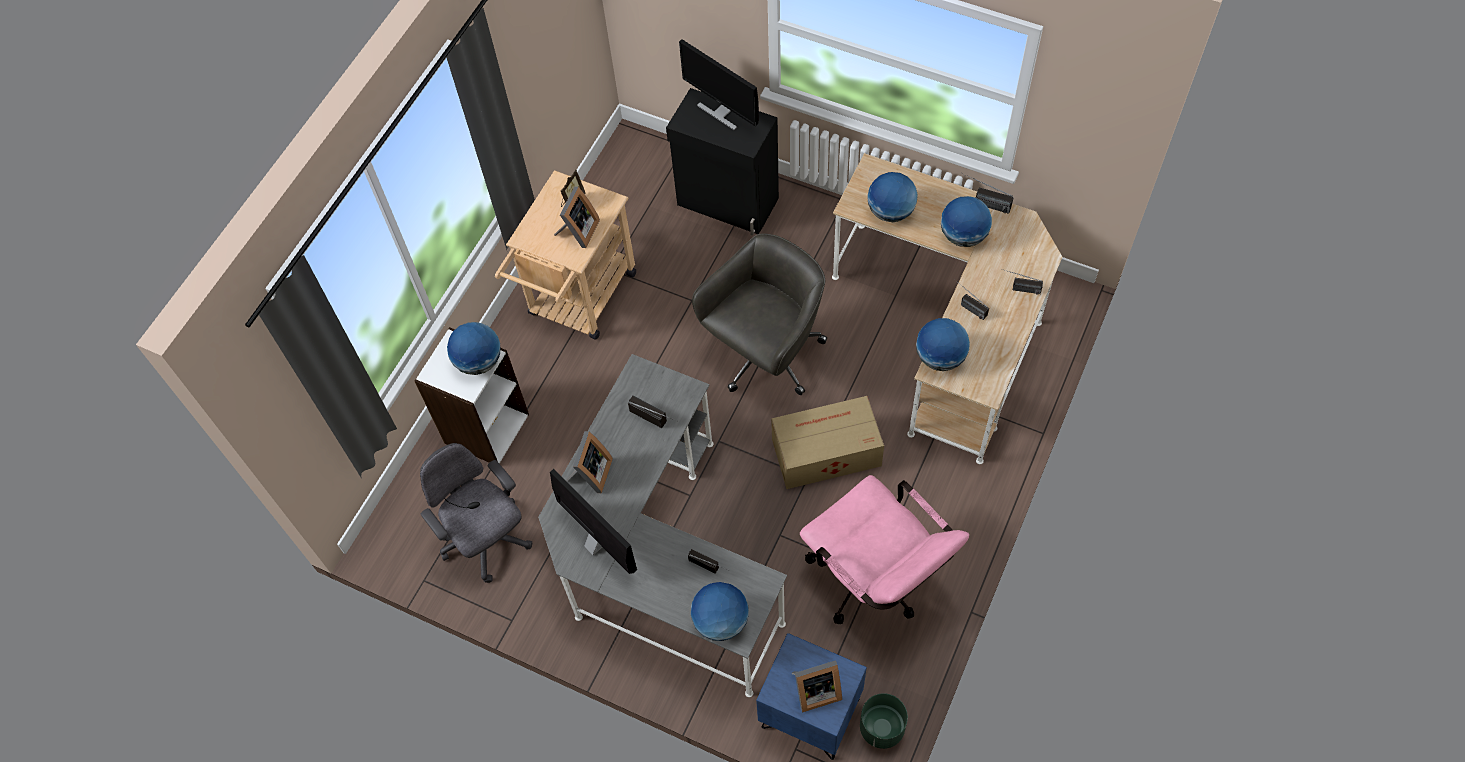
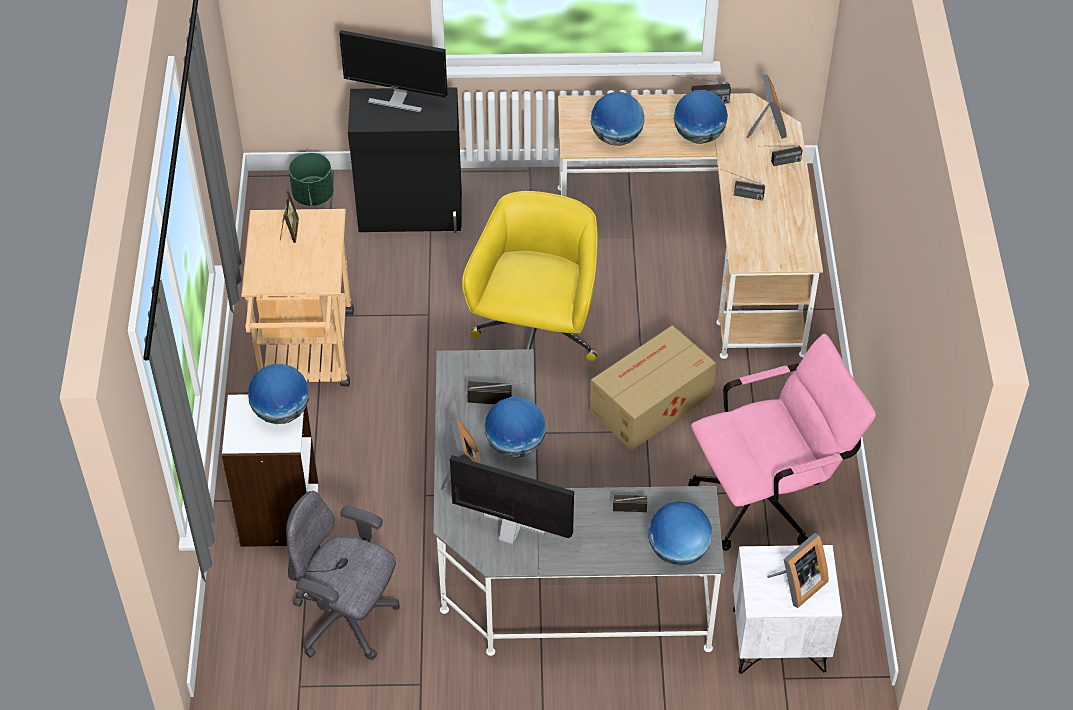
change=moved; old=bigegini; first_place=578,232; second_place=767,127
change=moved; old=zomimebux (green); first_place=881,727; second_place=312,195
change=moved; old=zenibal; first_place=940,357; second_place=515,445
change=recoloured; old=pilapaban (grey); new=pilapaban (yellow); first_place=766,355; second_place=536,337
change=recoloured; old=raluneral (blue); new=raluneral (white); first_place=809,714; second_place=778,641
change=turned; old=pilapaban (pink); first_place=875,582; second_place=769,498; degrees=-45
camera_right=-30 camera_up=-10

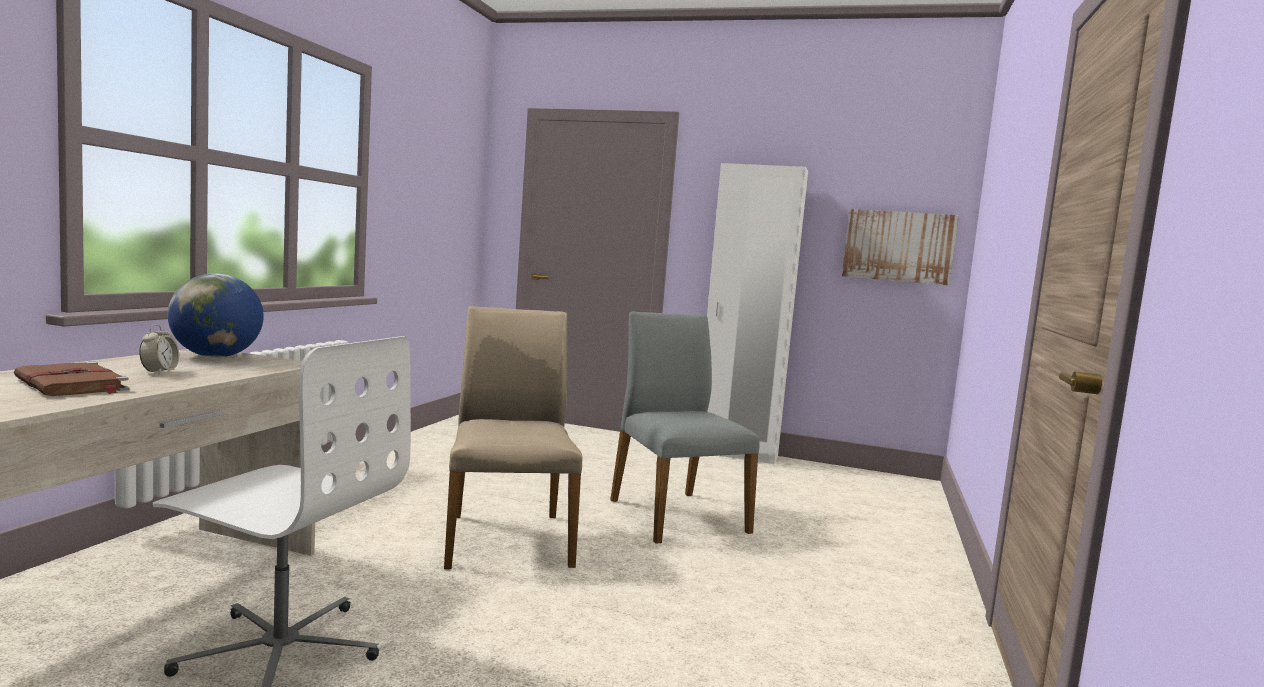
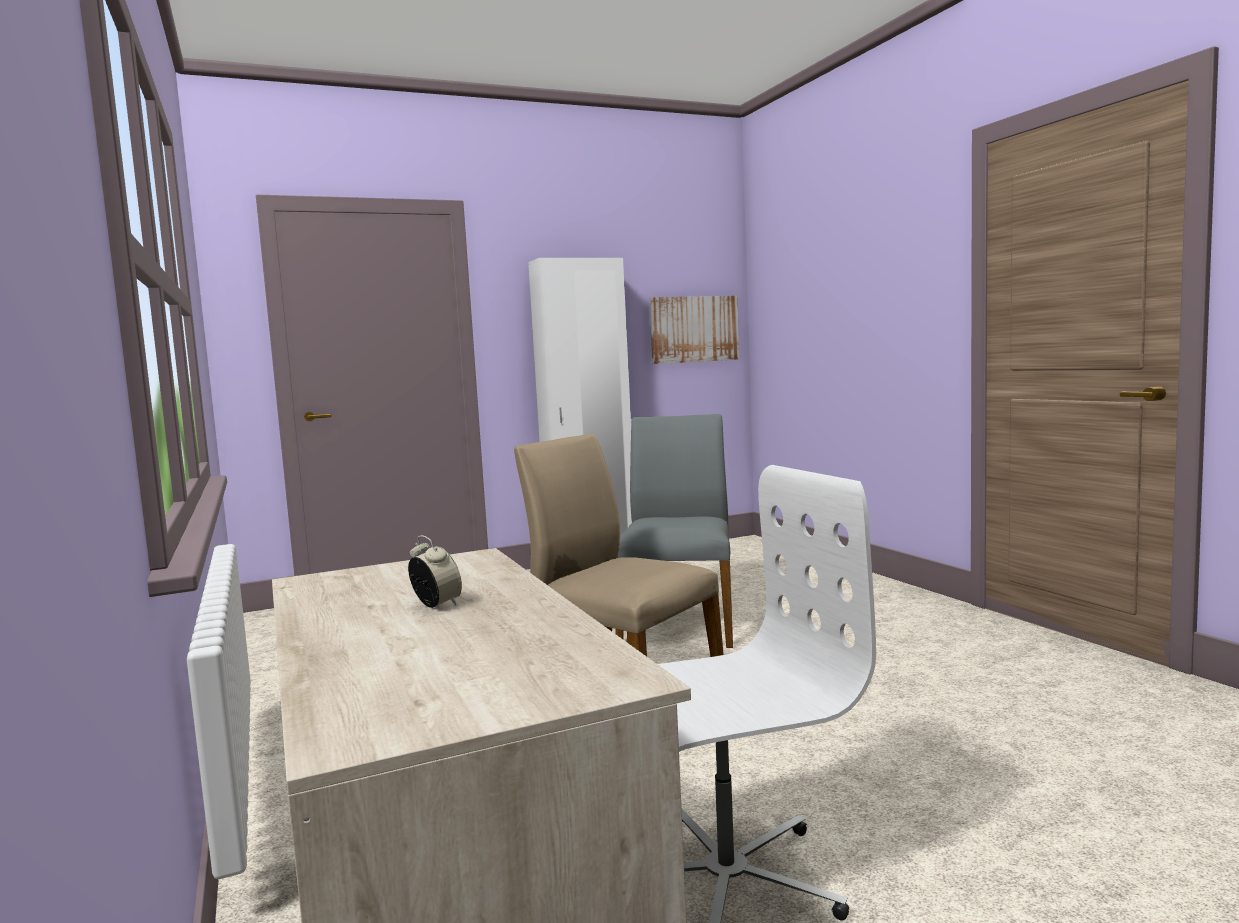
change=removed; old=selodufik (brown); first_place=72,384
change=removed; old=zenibal; first_place=216,356
change=turned; old=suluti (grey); first_place=675,515; second_place=680,625; degrees=75
camera_right=-40 camera_up=0

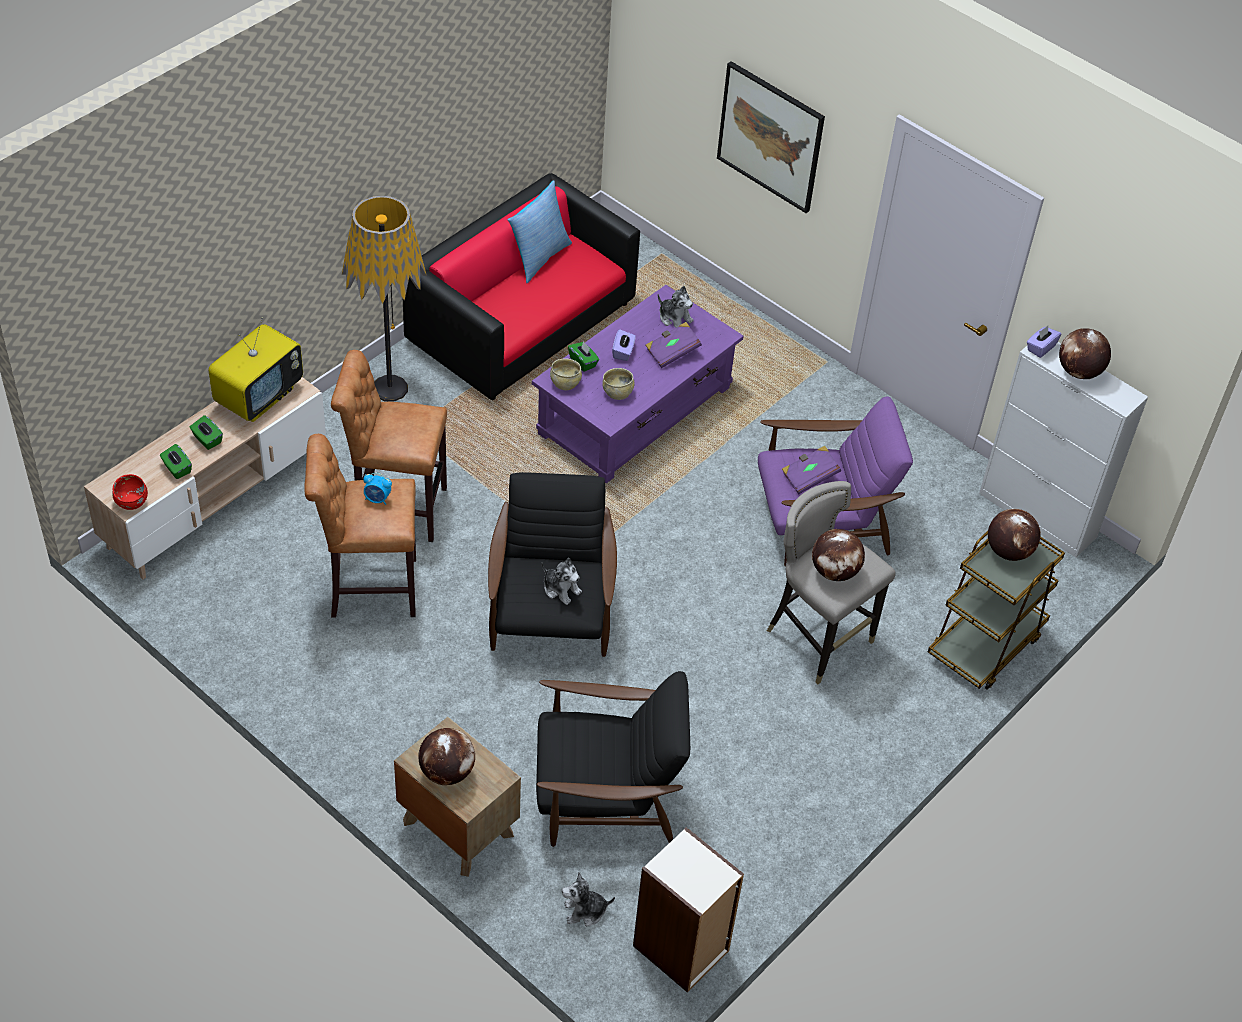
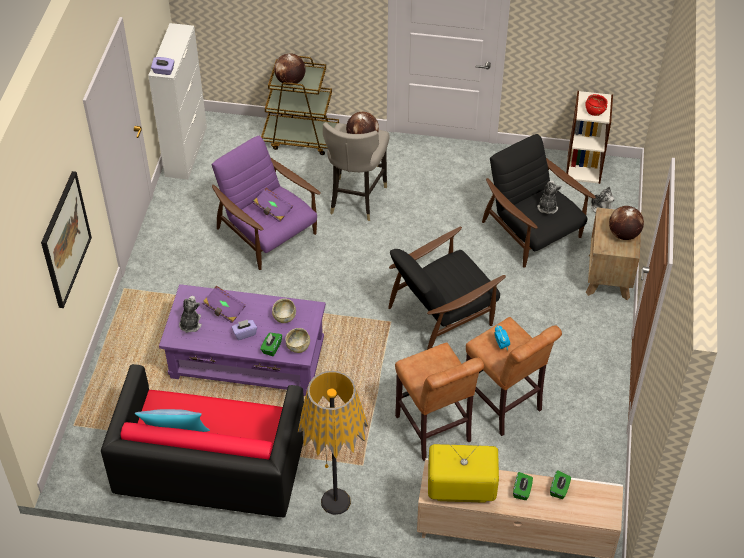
change=removed; old=zenibal; first_place=1079,372
change=moved; old=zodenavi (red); first_place=131,502; second_place=595,111
change=moved; old=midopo; first_place=561,589; second_place=547,207
camera_right=-120 camera_up=0

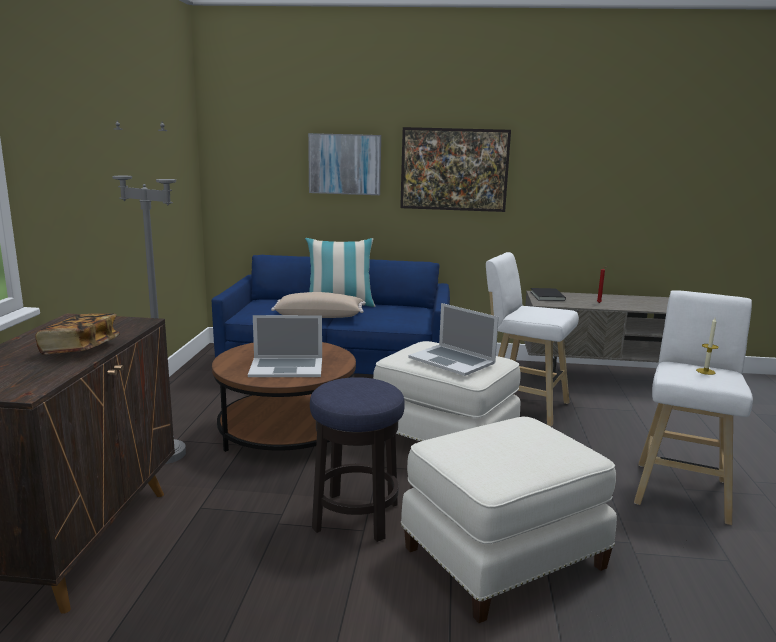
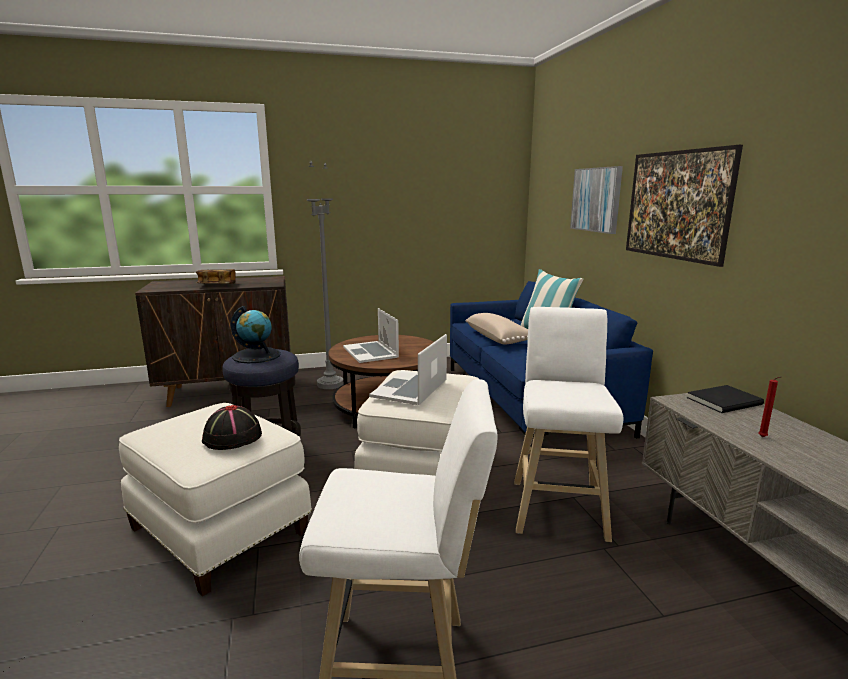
change=removed; old=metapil; first_place=705,371
change=added; new=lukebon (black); second_place=232,437
change=added; new=zenibal; second_place=257,355
camera_right=70 camera_up=0

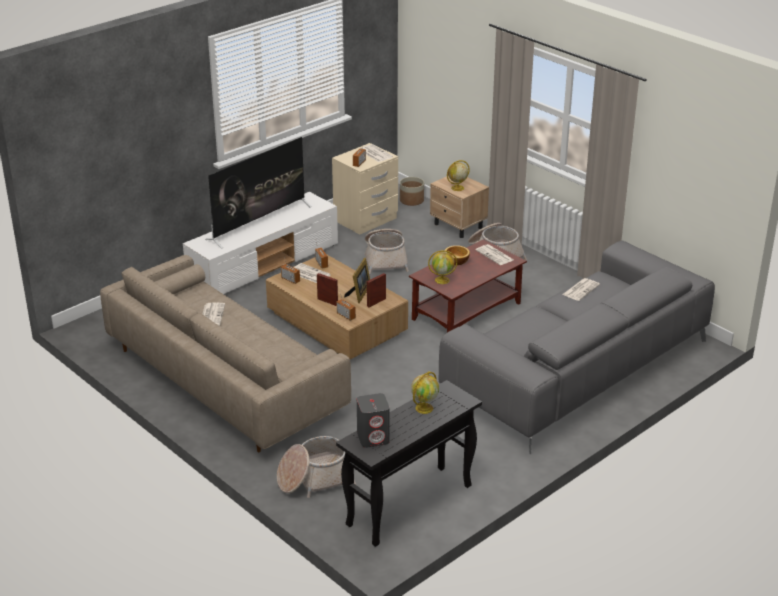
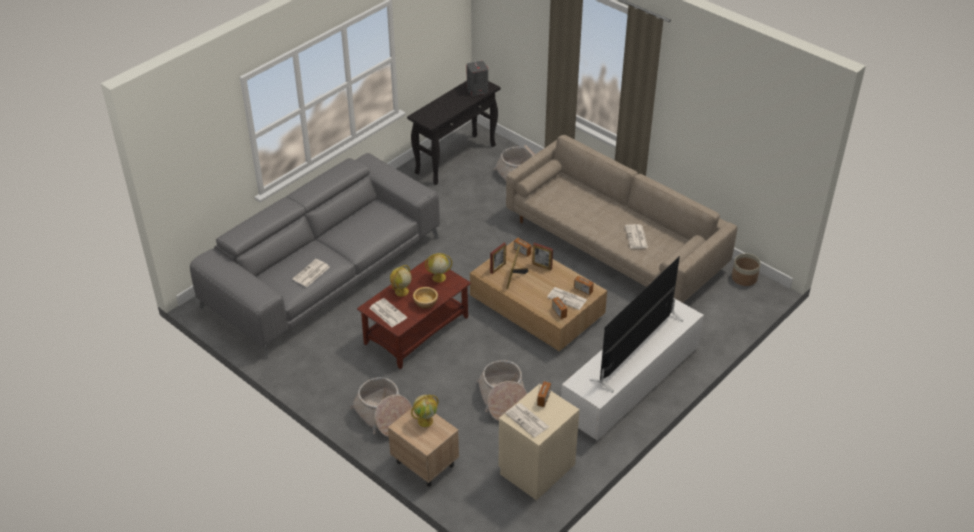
change=moved; old=zomimebux; first_place=411,200; second_place=744,278
change=moved; old=zenibal; first_place=424,408; second_place=401,292
camera_right=175 camera_up=10

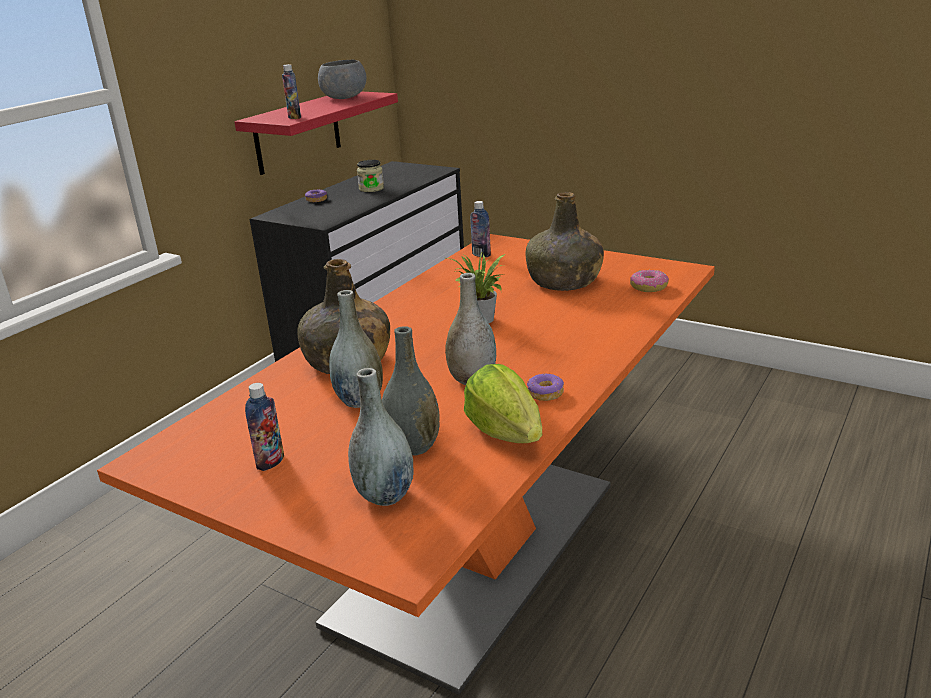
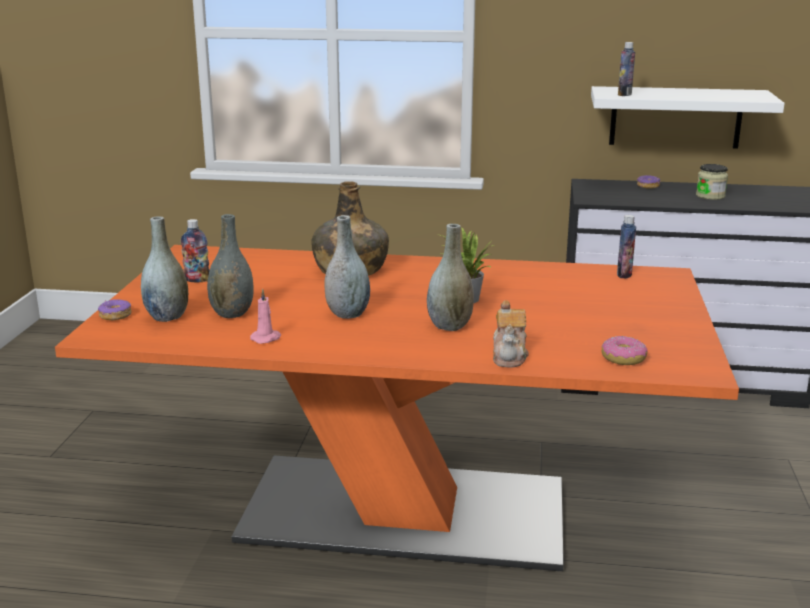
change=removed; old=zodenavi (grey); first_place=343,97
change=removed; old=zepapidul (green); first_place=564,282
change=added; new=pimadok; second_place=509,356
change=moved; old=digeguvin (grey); first_place=359,400; second_place=449,326
change=moved; old=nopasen; first_place=545,393; second_place=115,315
change=replaced; old=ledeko; new=metapil (pink); first_place=505,432; second_place=266,338
change=recoloured; old=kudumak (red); new=kudumak (white); first_place=297,132; second_place=675,117
camera_right=65 camera_up=-5

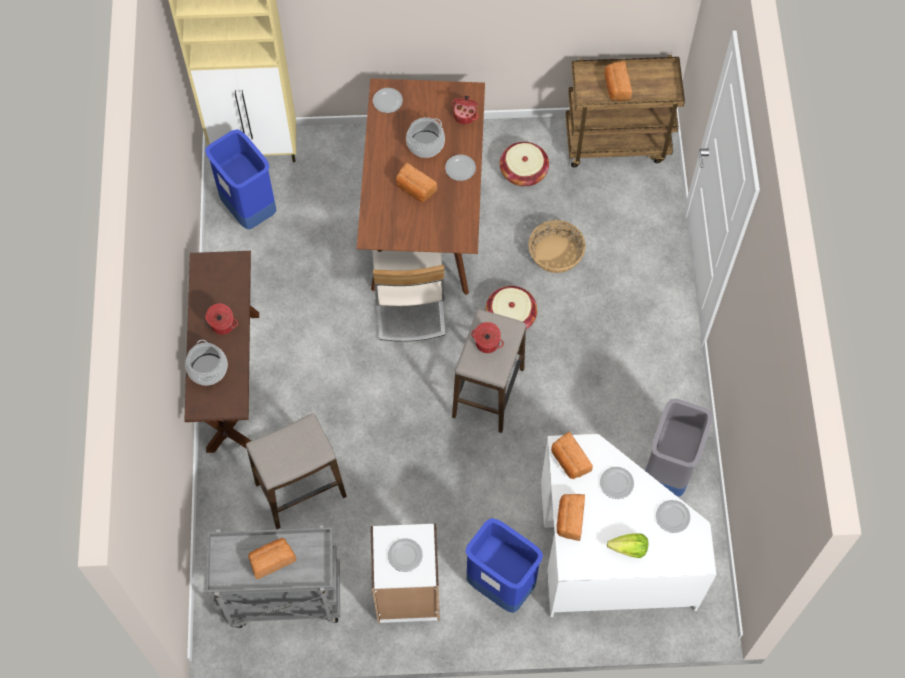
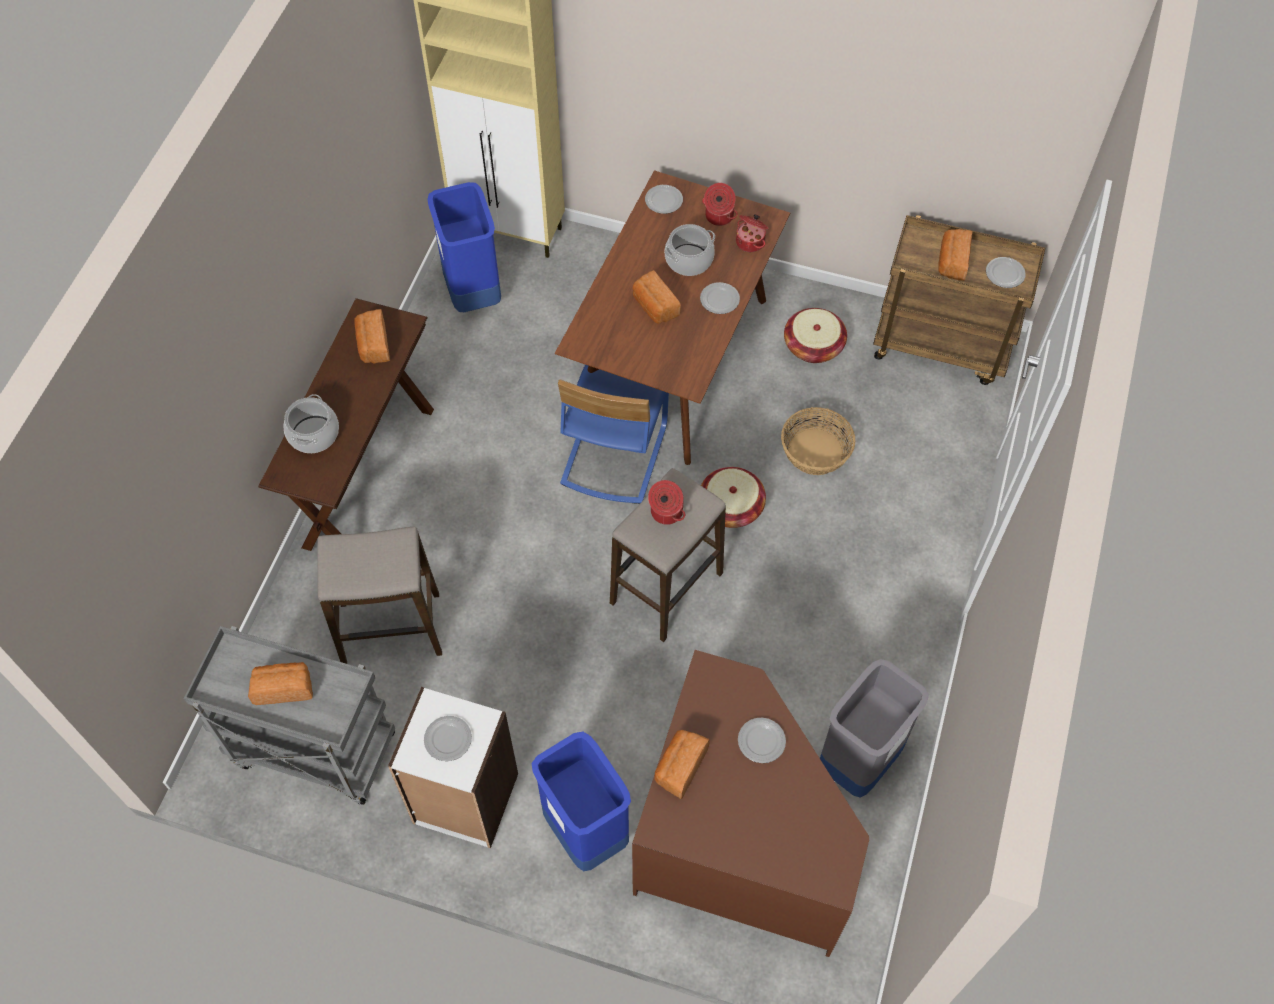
change=removed; old=ledeko; first_place=629,549
change=moved; old=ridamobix; first_place=222,325; second_place=718,216
change=moved; old=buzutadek; first_place=569,461; second_place=373,345
change=moved; old=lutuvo; first_place=672,517; second_place=1005,274
change=recoloured; old=suluti (beige); new=suluti (blue); first_place=409,304; second_place=613,454
change=recoloured; old=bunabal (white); new=bunabal (brown); first_place=608,556; second_place=738,843
camera_right=20 camera_up=-5

